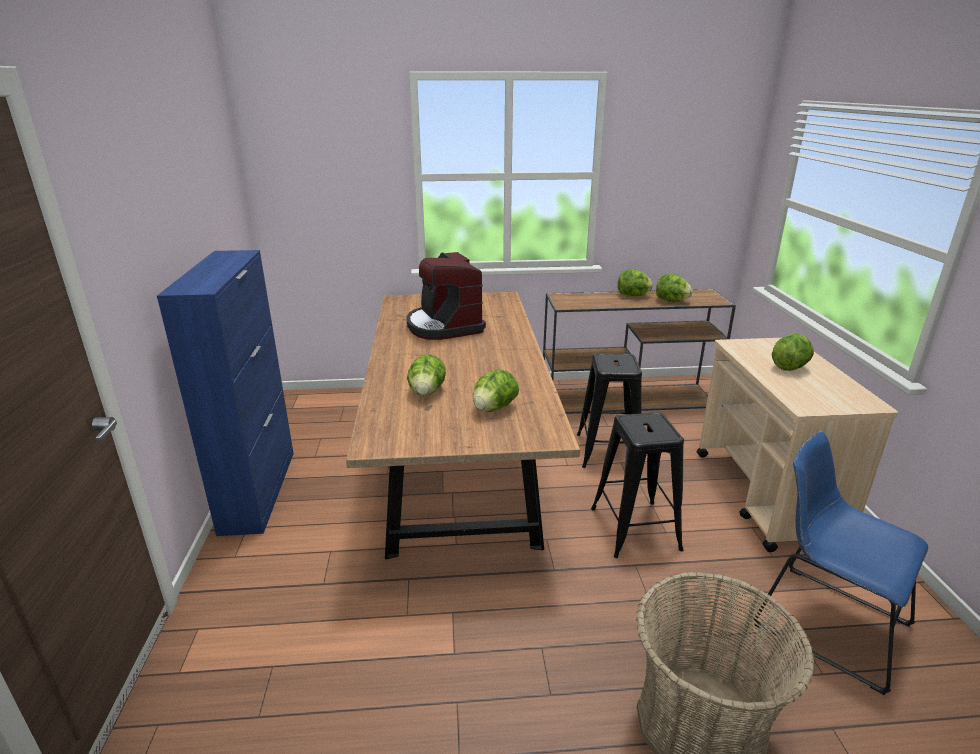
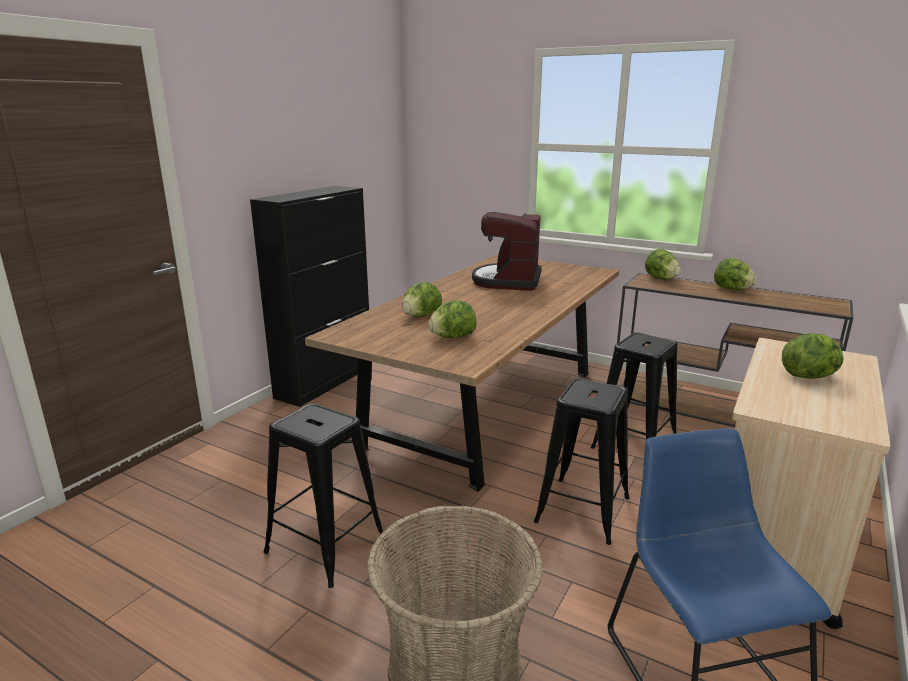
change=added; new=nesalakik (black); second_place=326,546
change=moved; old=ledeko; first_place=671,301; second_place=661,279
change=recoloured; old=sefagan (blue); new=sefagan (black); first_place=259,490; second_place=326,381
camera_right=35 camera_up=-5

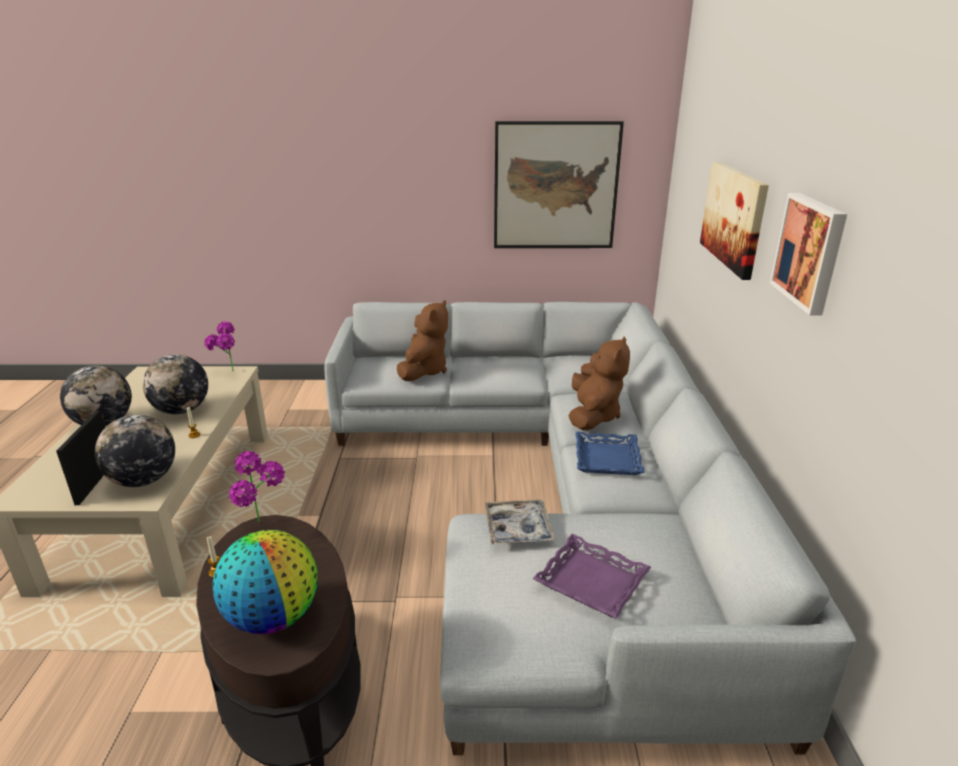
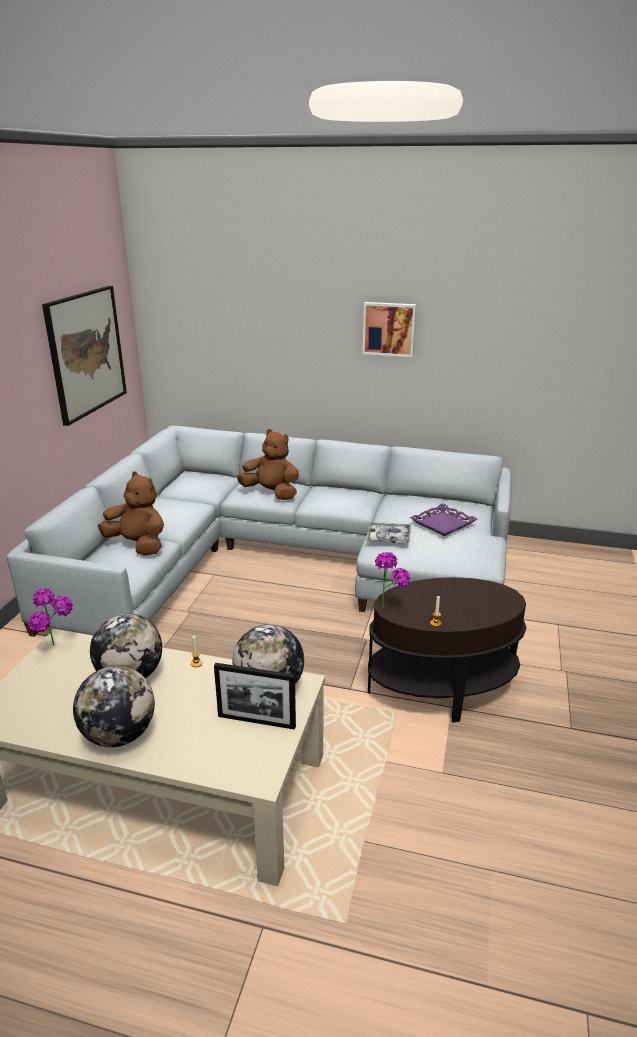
change=removed; old=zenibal; first_place=273,617
change=removed; old=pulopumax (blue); first_place=606,458
change=removed; old=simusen; first_place=734,217
camera_right=-75 camera_up=0

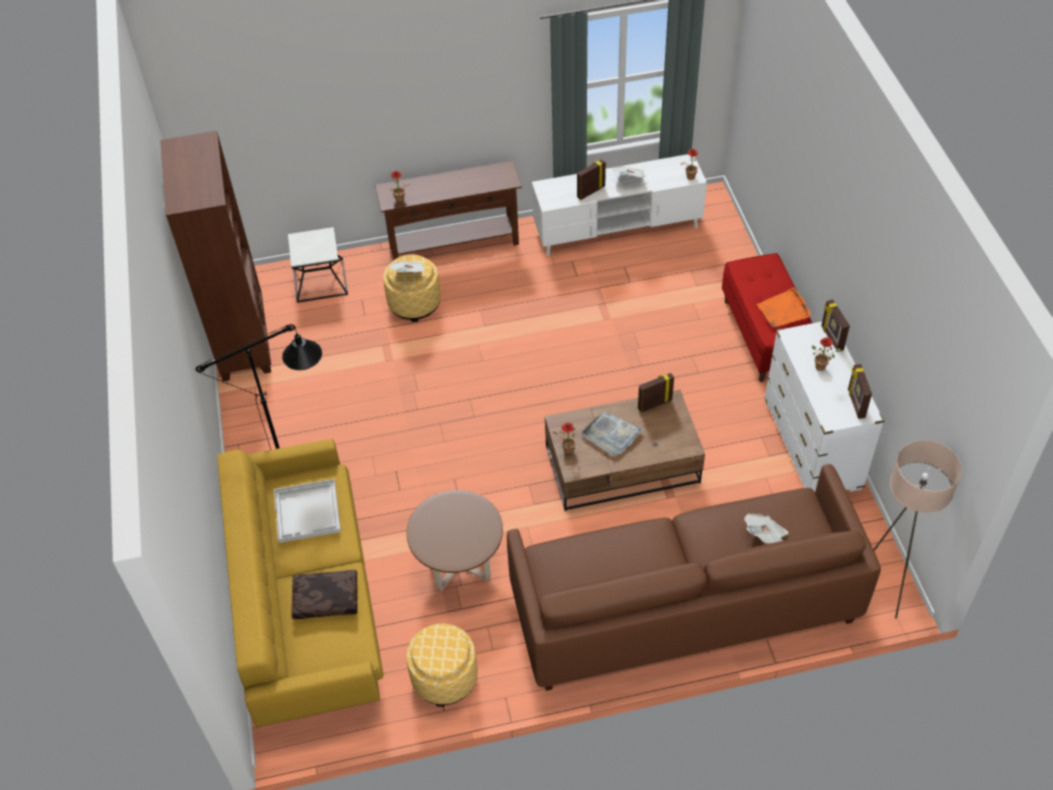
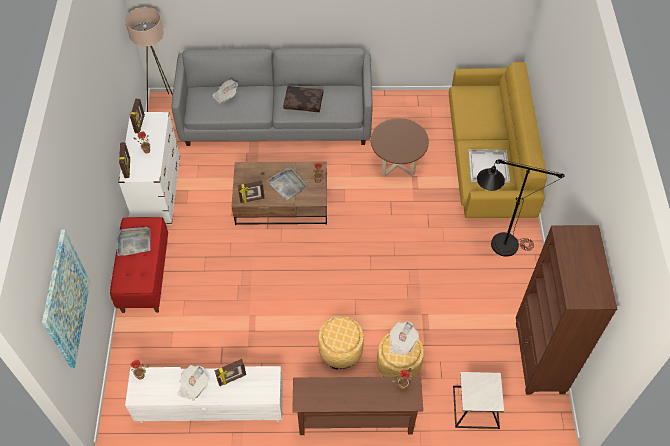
change=added; new=simusen; second_place=65,300
change=moved; old=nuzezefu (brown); first_place=325,600; second_place=304,102
change=moved; old=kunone; first_place=444,677; second_place=340,350
change=recoloured; old=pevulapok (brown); new=pevulapok (grey); first_place=683,604; second_place=276,119
change=recoloured; old=pulopumax (orange); new=pulopumax (grey); first_place=783,310; second_place=134,242
camera_right=-170 camera_up=5

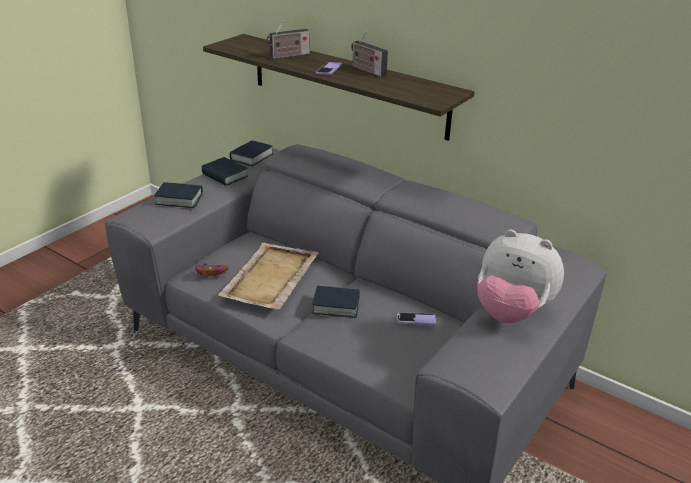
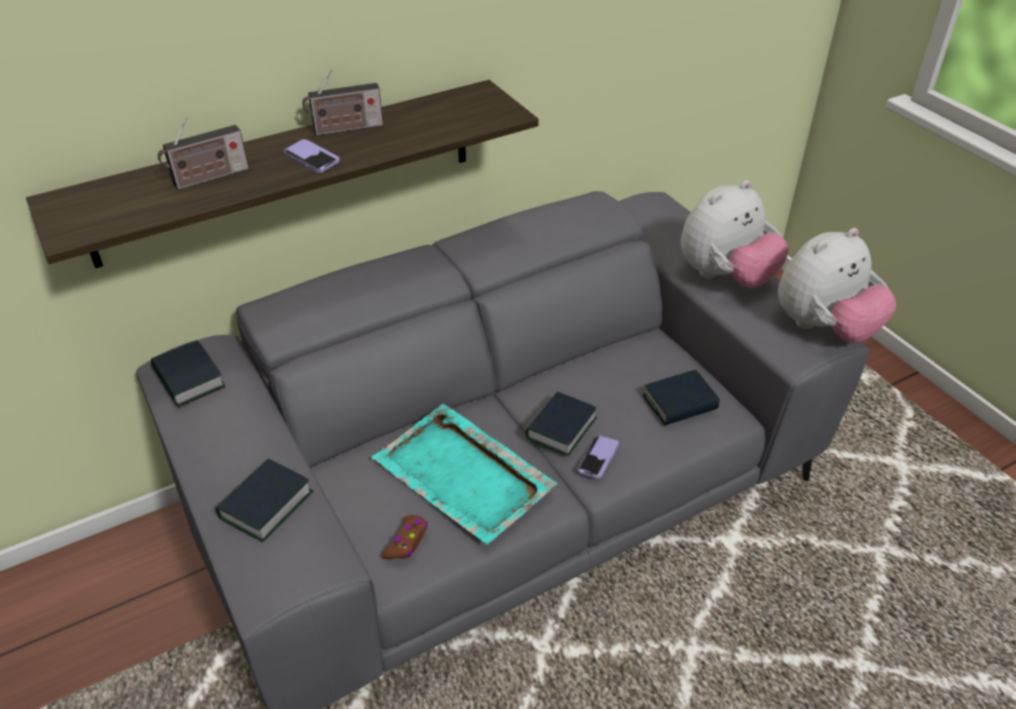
change=added; new=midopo; second_place=823,328
change=moved; old=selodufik; first_place=224,176; second_place=680,403
change=moved; old=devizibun; first_place=416,320; second_place=598,458
change=recoloured; old=pulopumax (beige); new=pulopumax (turquoise); first_place=270,278; second_place=464,476
change=turned; old=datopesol; first_place=288,56; second_place=208,178; degrees=60
camera_right=-65 camera_up=10

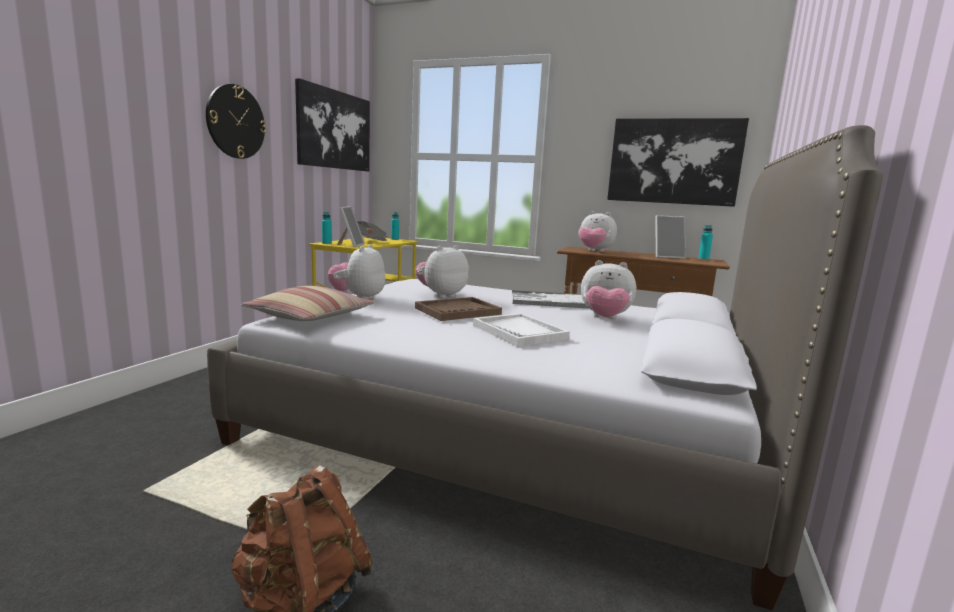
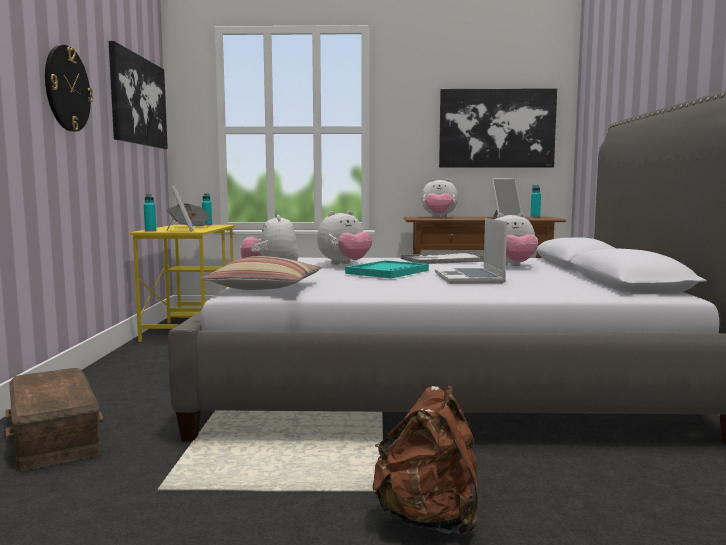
change=added; new=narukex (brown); second_place=56,436
change=replaced; old=pulopumax (white); new=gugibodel; first_place=519,332; second_place=470,278
change=recoloured; old=pulopumax (brown); new=pulopumax (turquoise); first_place=457,311; second_place=387,272
change=turned; old=midopo; first_place=441,295; second_place=344,264; degrees=-150
camera_right=-20 camera_up=-5

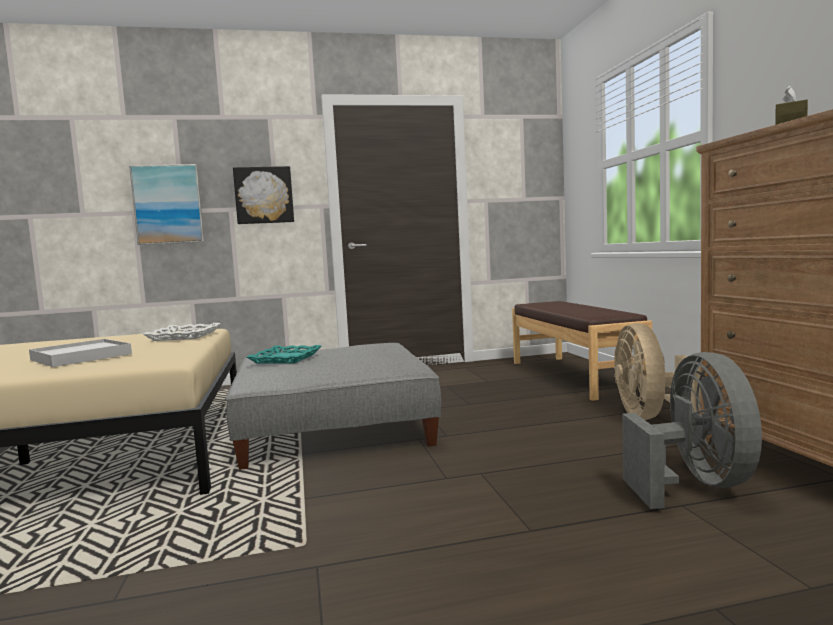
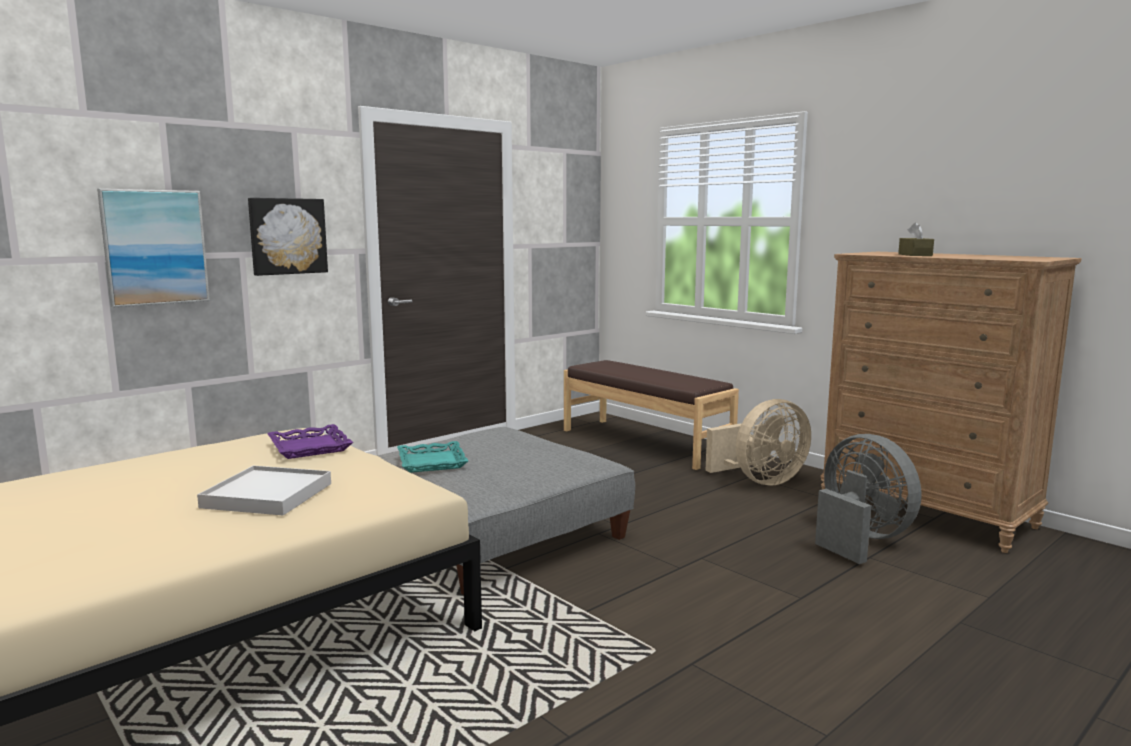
change=recoloured; old=pulopumax (white); new=pulopumax (purple); first_place=185,336; second_place=310,447
change=turned; old=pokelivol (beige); first_place=650,416; second_place=761,481; degrees=-90
camera_right=-30 camera_up=5

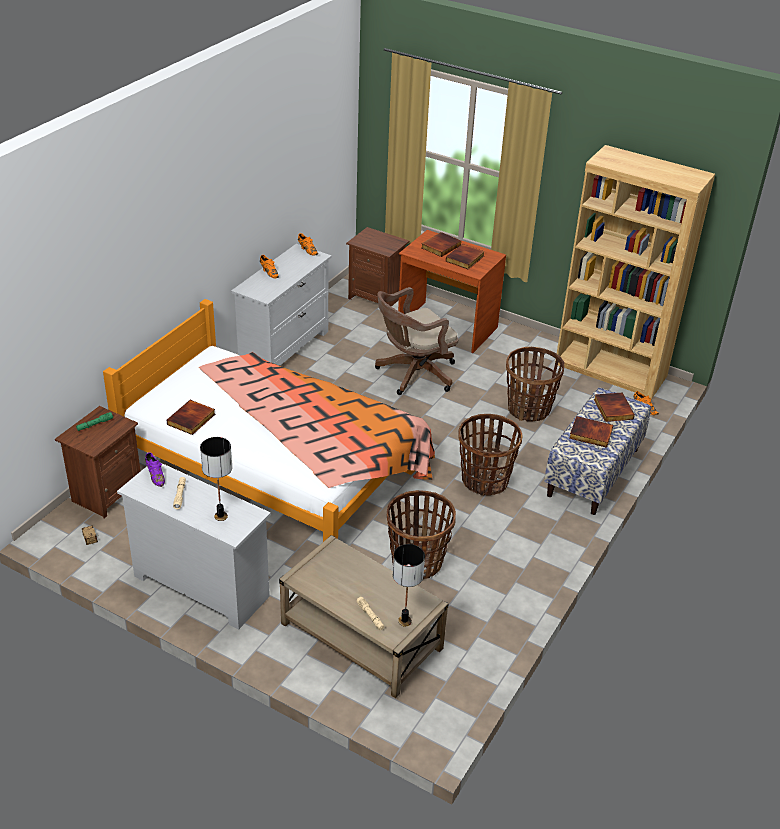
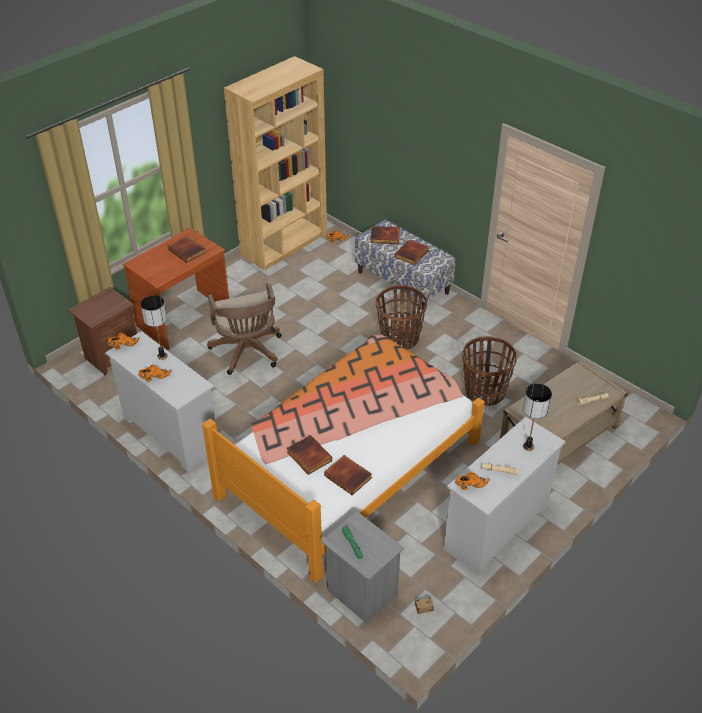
change=removed; old=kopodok; first_place=529,409
change=moved; old=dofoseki; first_place=405,621; second_place=162,356
change=moved; old=selodufik; first_place=440,246; second_place=308,457
change=recoloured; old=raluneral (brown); new=raluneral (grey); first_place=106,493; second_place=361,593
change=recoloured; old=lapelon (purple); new=lapelon (orange); first_place=155,476; second_place=470,486
camera_right=-75 camera_up=5

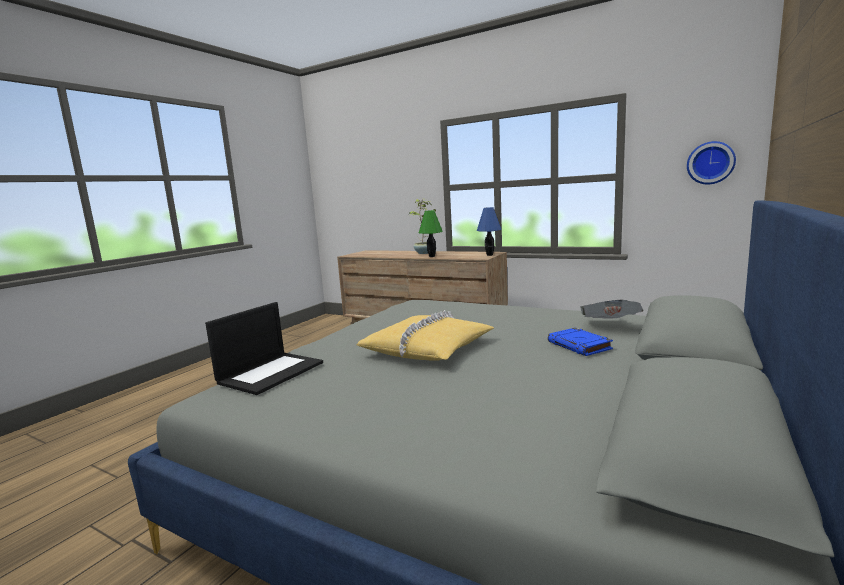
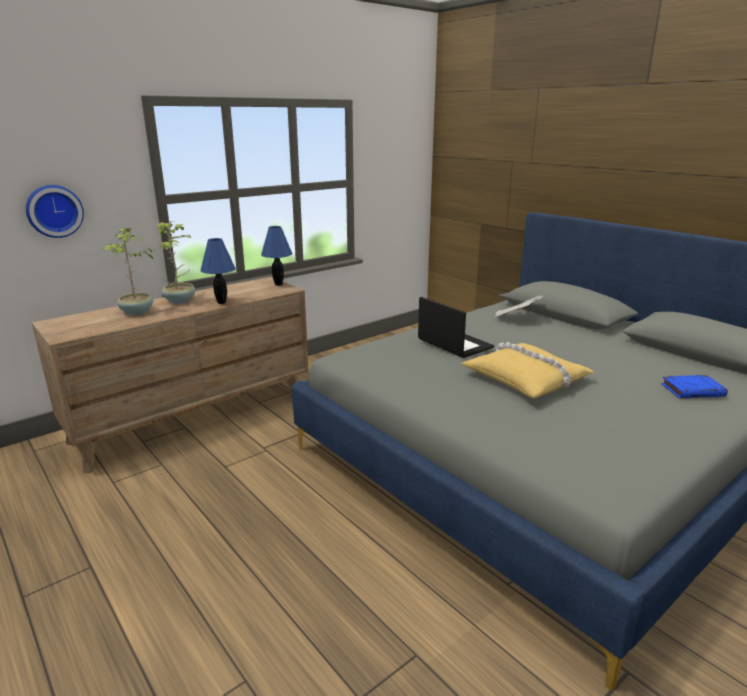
change=added; new=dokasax; second_place=136,312
change=moved; old=gugibodel; first_place=271,372; second_place=453,343
change=moved; old=selodufik (blue); first_place=580,346; second_place=693,390
change=moved; old=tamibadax; first_place=710,163; second_place=54,211
change=recoloured; old=dofoseki (green); new=dofoseki (blue); first_place=431,256; second_place=221,302
camera_right=-70 camera_up=10

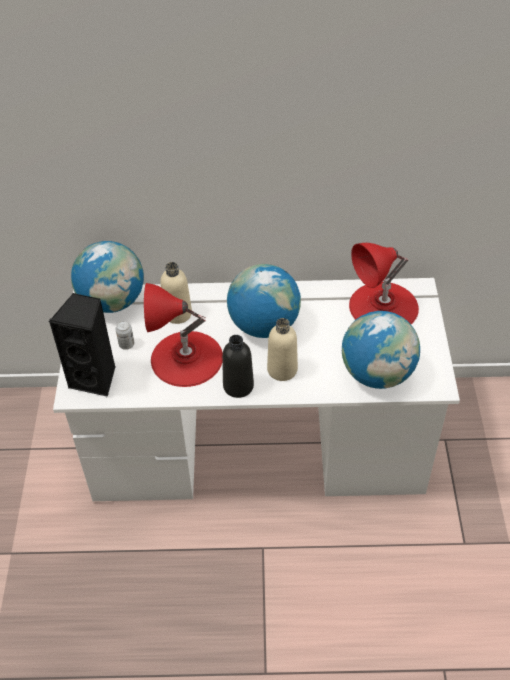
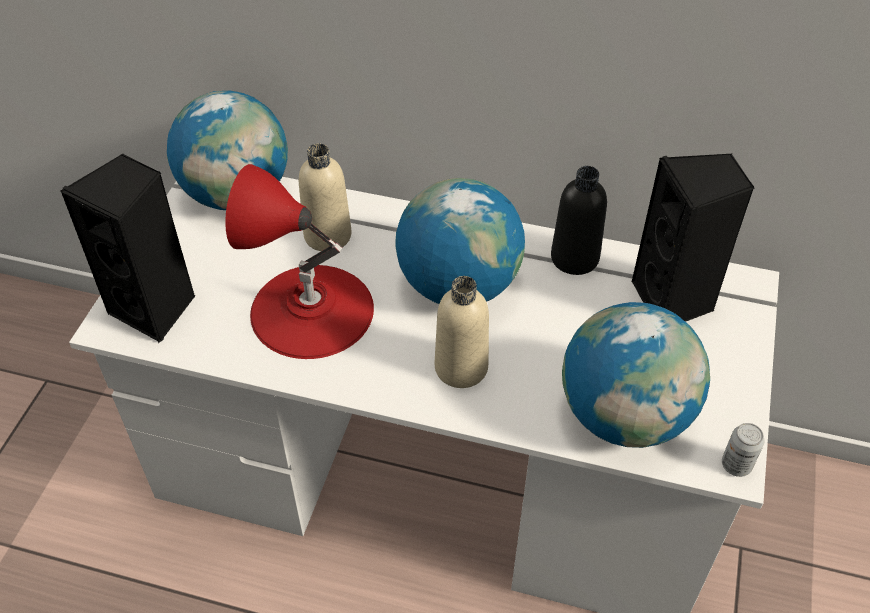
change=moved; old=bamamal; first_place=126,344; second_place=736,465
change=moved; old=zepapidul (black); first_place=238,386; second_place=574,258
change=replaced; old=dofoseki (red); new=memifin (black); first_place=383,307; second_place=673,301
camera_right=15 camera_up=0

